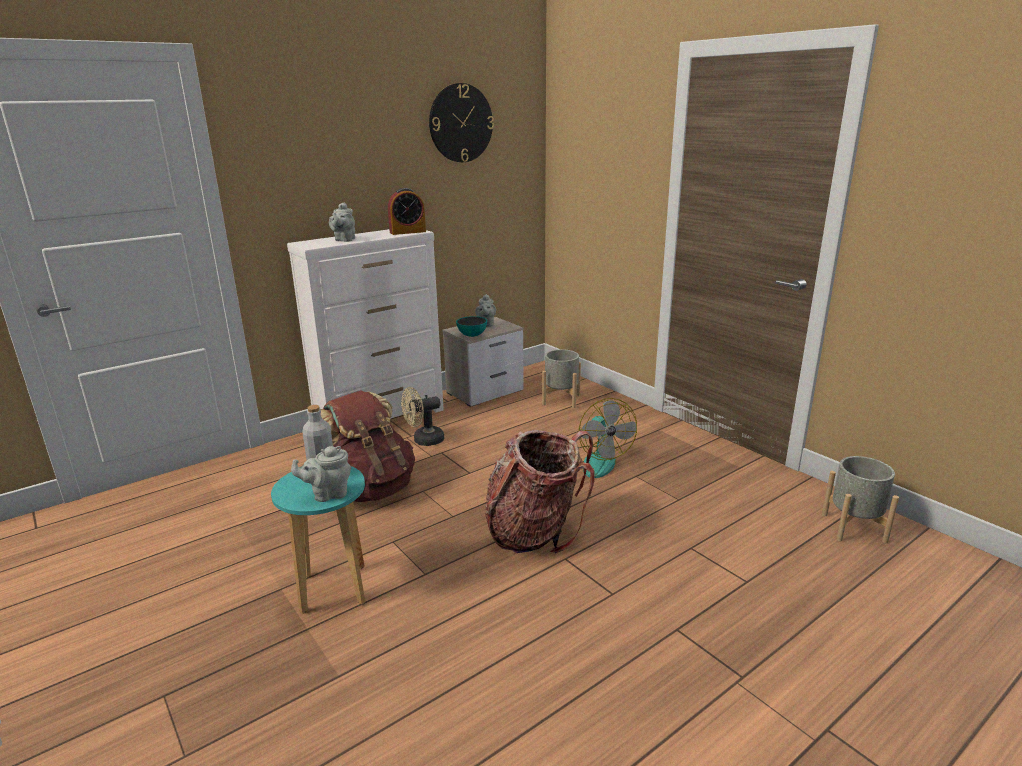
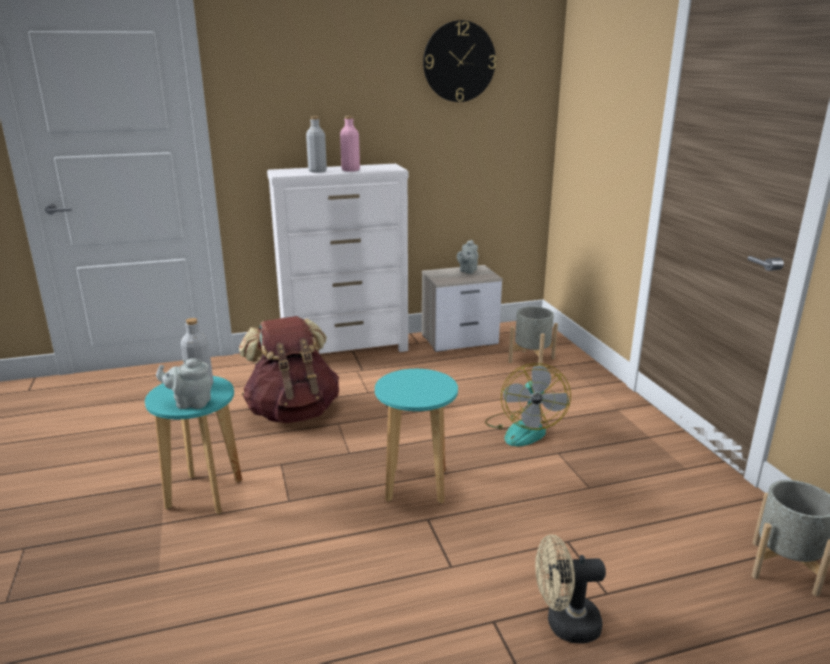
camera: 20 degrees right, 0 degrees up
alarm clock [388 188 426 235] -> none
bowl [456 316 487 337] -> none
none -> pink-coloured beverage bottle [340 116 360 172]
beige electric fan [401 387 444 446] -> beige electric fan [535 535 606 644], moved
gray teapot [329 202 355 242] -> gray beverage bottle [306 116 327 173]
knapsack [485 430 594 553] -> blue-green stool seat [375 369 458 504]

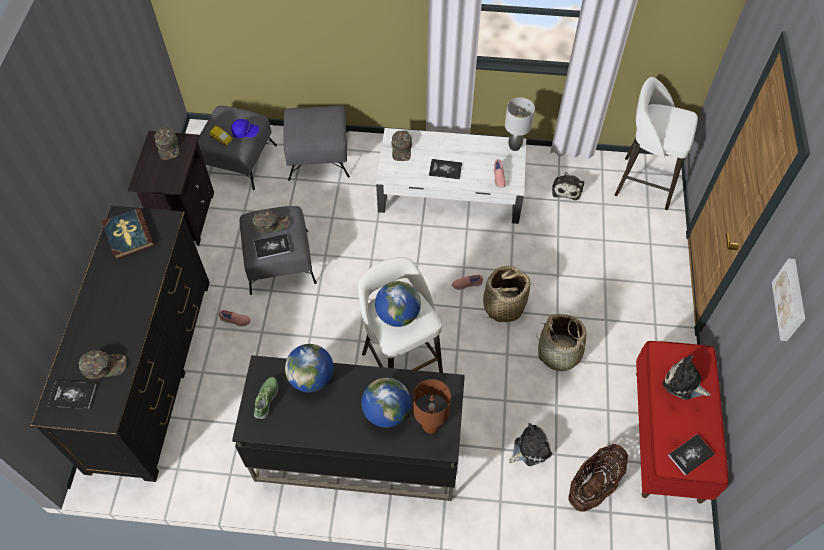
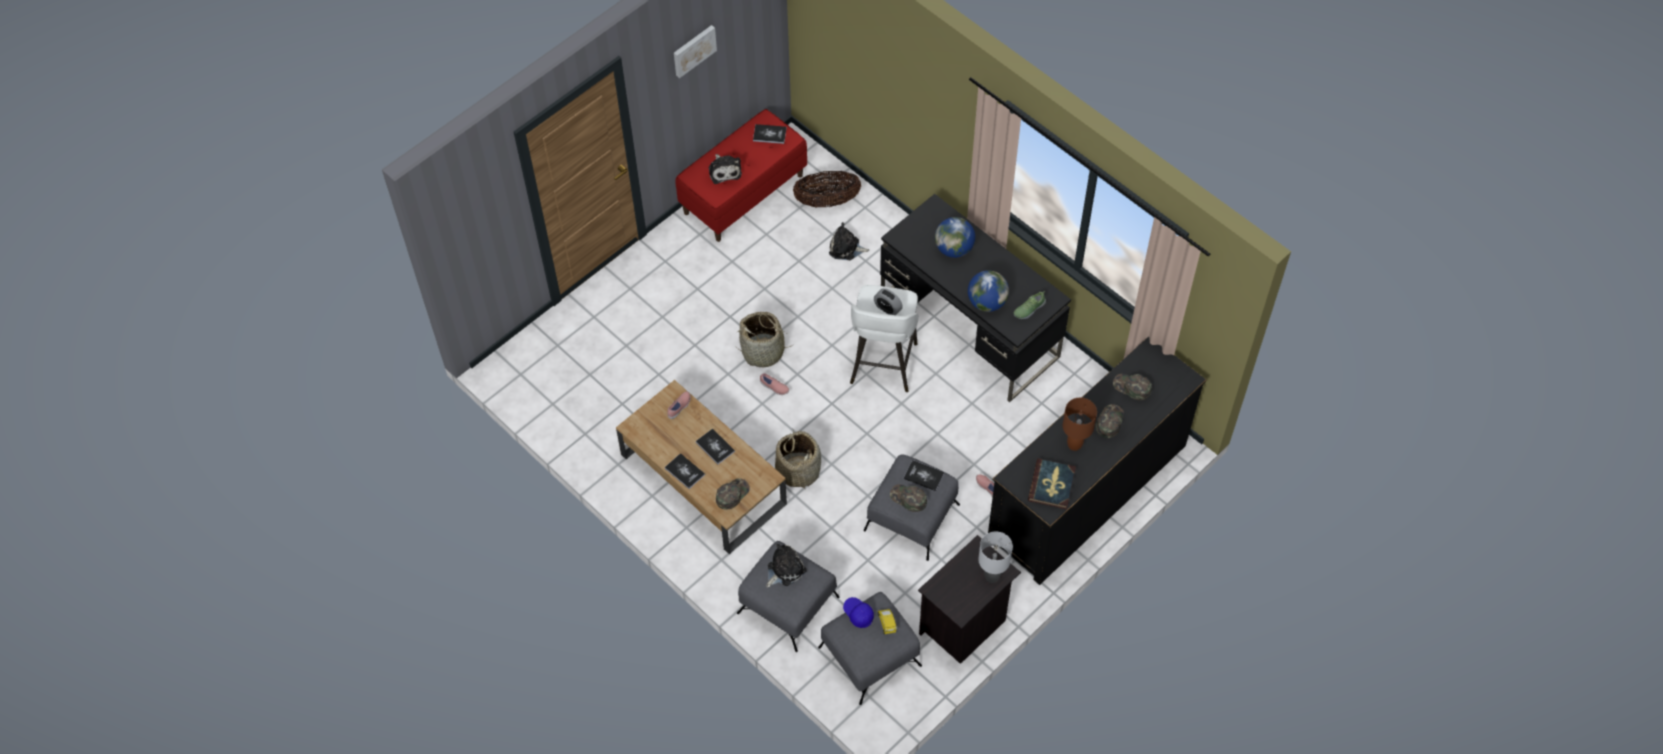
camera: 140 degrees left, 0 degrees up
white stool seat [614 77 698 210] -> none
bound book [48 381 96 409] -> bound book [665 453 705 489], moved
green-coloured peaked cap [154 127 179 160] -> green-coloured peaked cap [1096 404 1124 438], moved
brownish tabletop lamp [413 379 451 434] -> brownish tabletop lamp [1063 398 1097 451], moved
gray tabletop lamp [505 97 535 151] -> gray tabletop lamp [978 531 1013 583], moved
basket [536 314 591 371] -> basket [775 431 821 490], moved
soft toy [552 172 584 200] -> soft toy [766 544 807 588], moved
desk globe [375 281 421 327] -> alarm clock [874 288 903 315]
white coffee table [376 128 526 224] -> brownish coffee table [616 380 787 554]

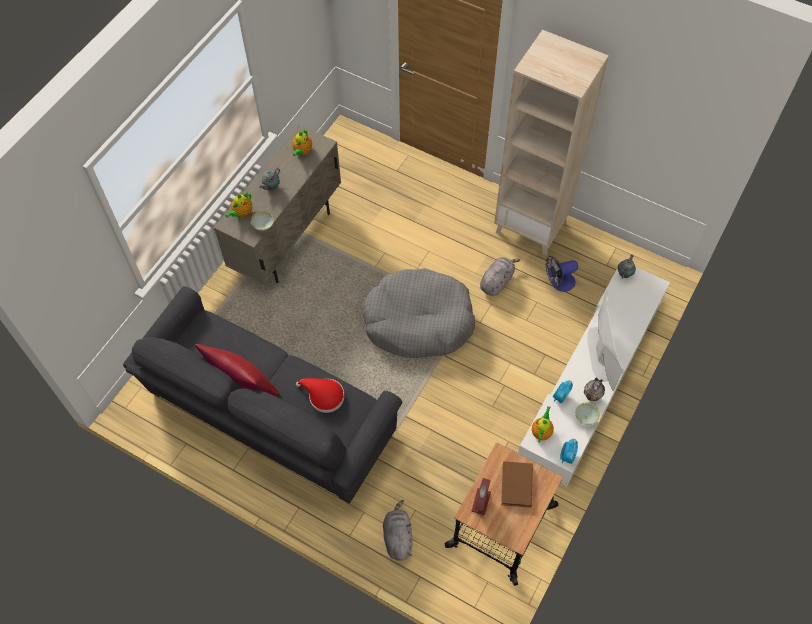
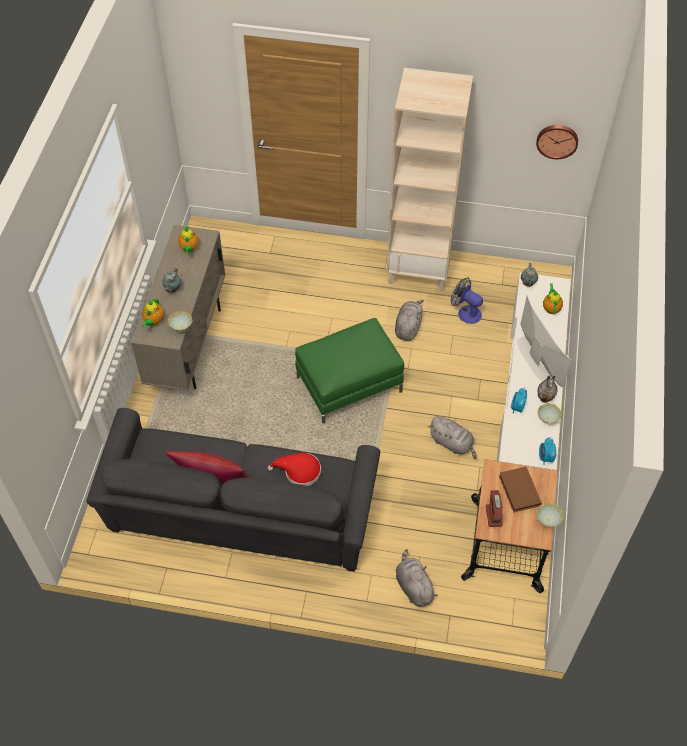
camera: 20 degrees left, 5 degrees down
none -> gray soft toy [428 416 476 459]
none -> clock on the wall [536 125 578 159]
none -> bowl [536 503 564 527]
teapot [532 406 554 442] -> teapot [543 283 563 314], moved
gray dog cushion [362 268 475 358] -> green-coloured ottoman [295 318 404 424]
electric fan [546 256 578 292] -> electric fan [451 278 483 324], 75 degrees clockwise

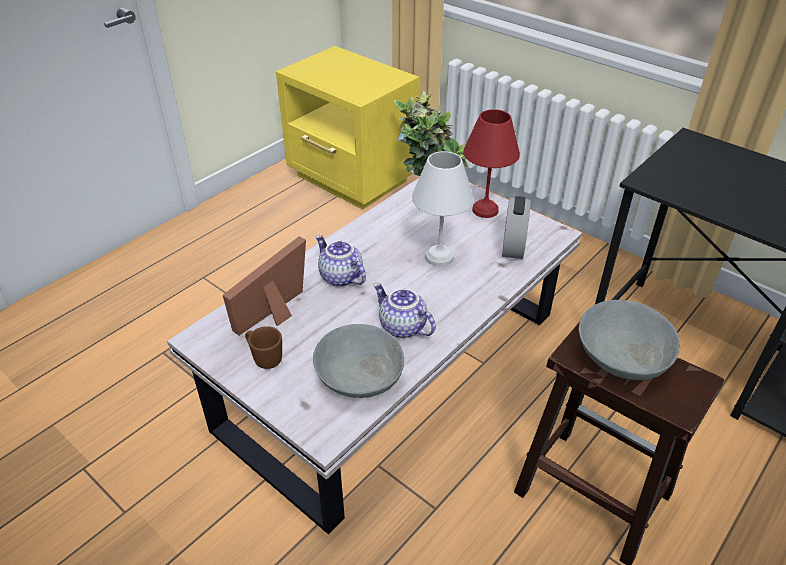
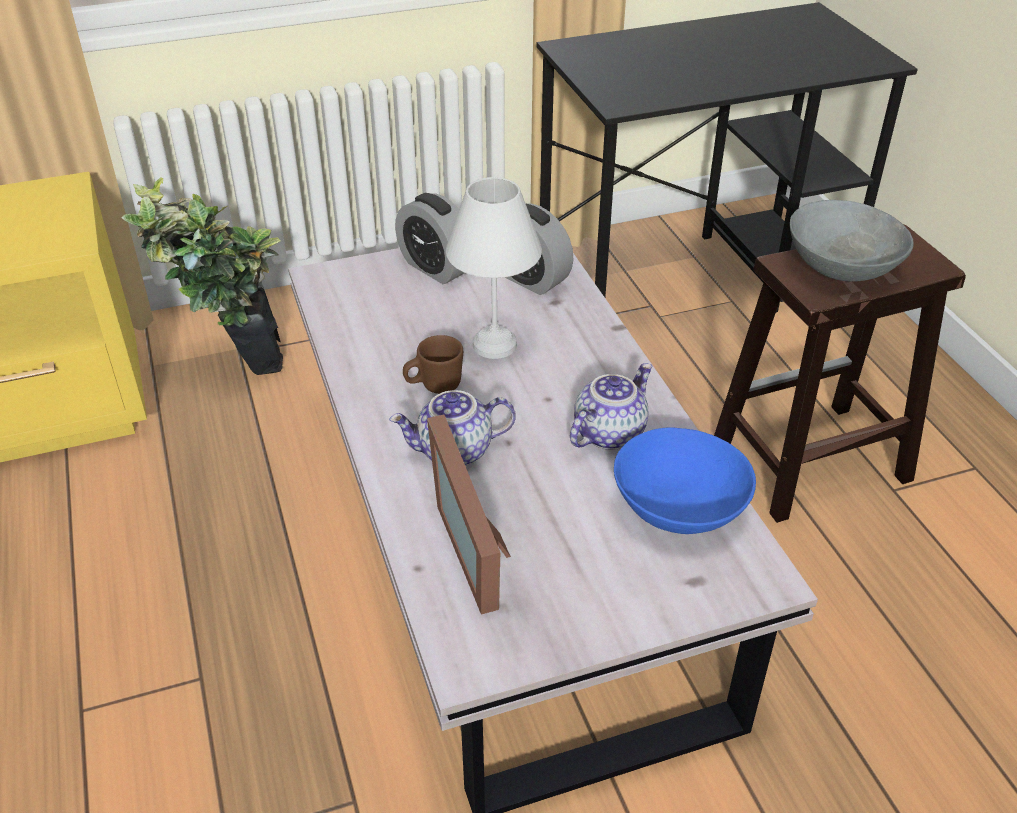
camera: 60 degrees left, 0 degrees up
brownish coffee mug [245 326 282 369] -> brownish coffee mug [403 335 463 394], moved
red tabletop lamp [463 109 520 218] -> alarm clock [395 193 464 284]
gray bowl [313 324 404 398] -> blue-coloured bowl [614 427 756 534]
teapot [373 283 436 338] -> teapot [570 363 653 450], 150 degrees clockwise

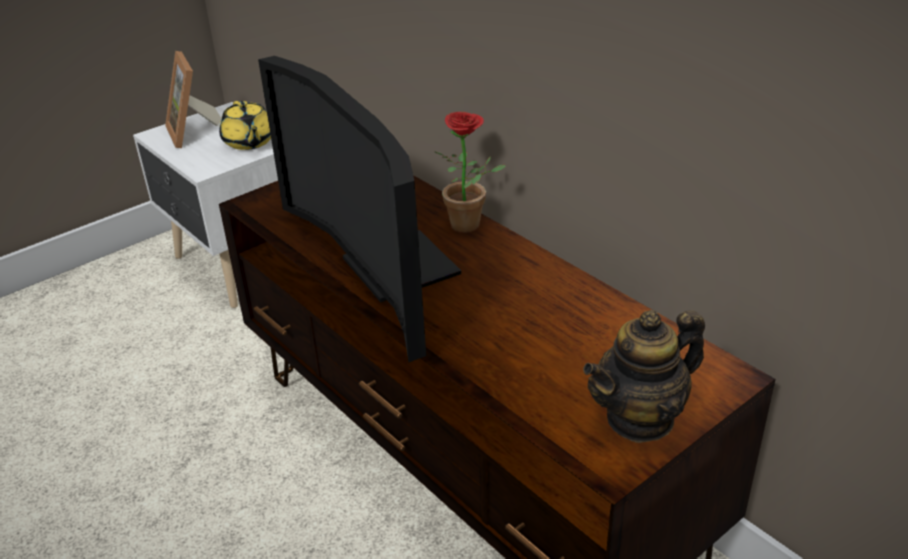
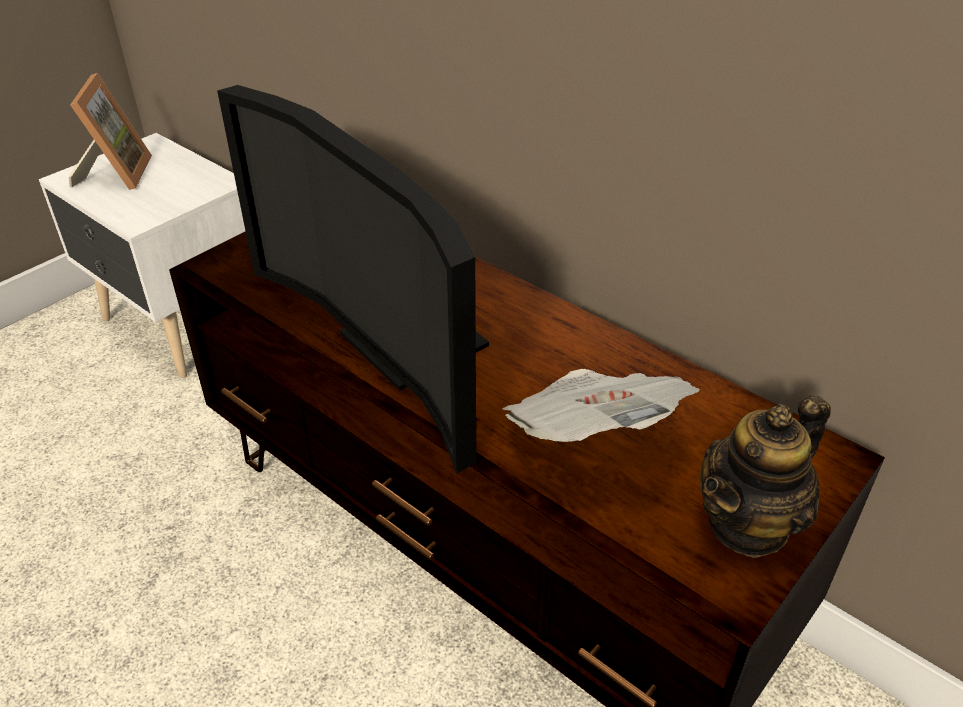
camera: 10 degrees left, 5 degrees up
yellow teapot [219 101 271 150] -> none
plant in a pot [434 112 506 233] -> none
none -> newspaper [502 369 700 442]
photo frame [165 51 221 148] -> photo frame [69 73 152 190], 150 degrees counterclockwise

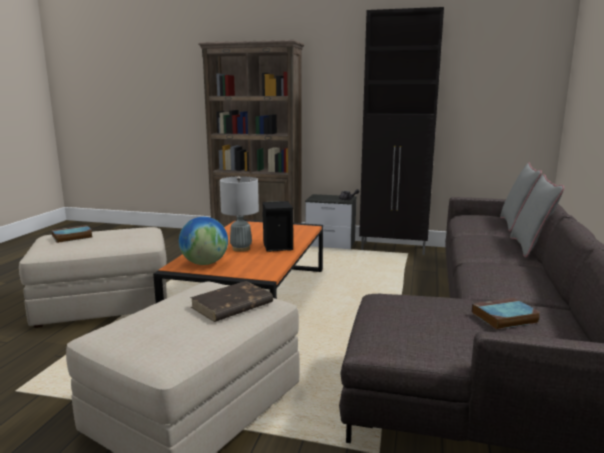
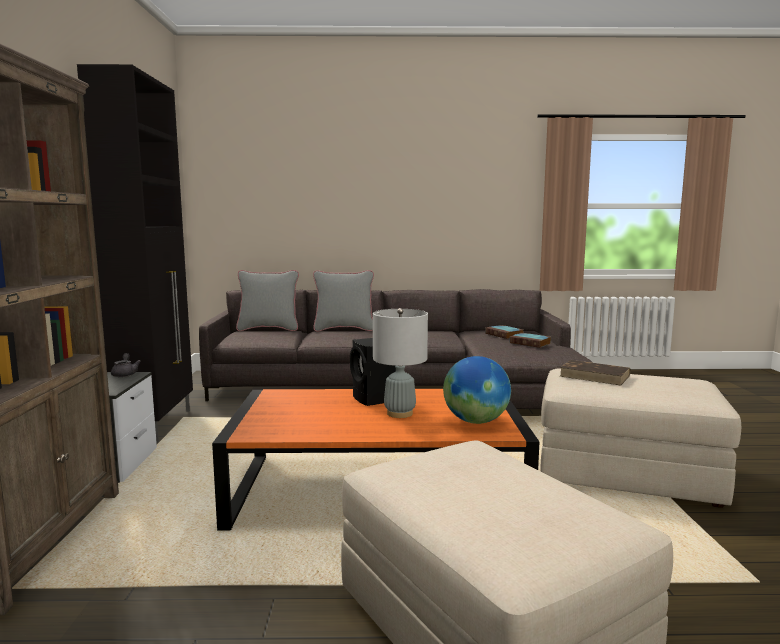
camera: 105 degrees left, 5 degrees down
bound book [52 225 93 243] -> bound book [510 333 551 348], moved

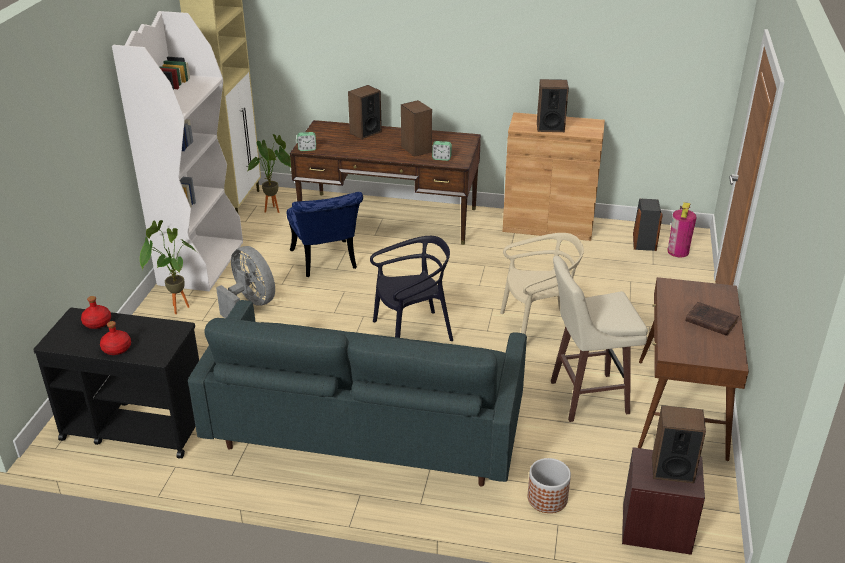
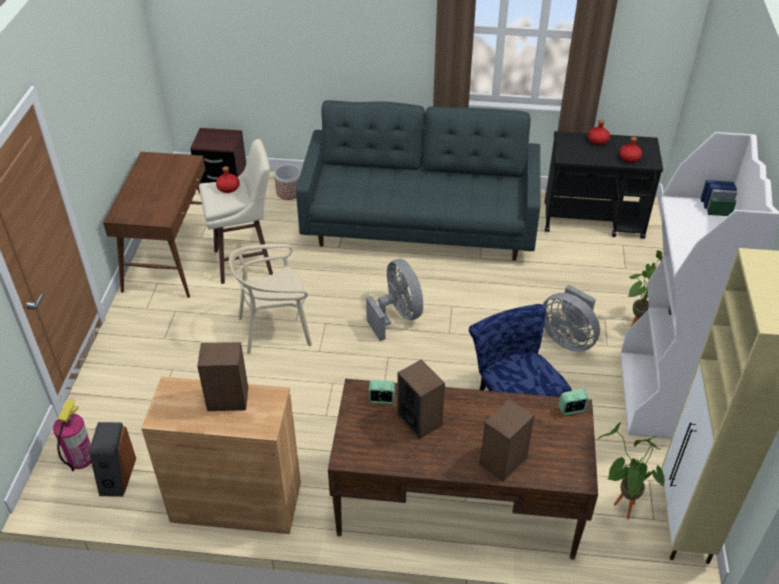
camera: 175 degrees right, 10 degrees up
loudspeaker [652 405 706 483] -> none
brownish bound book [685 302 739 336] -> none
none -> red beverage bottle [216 166 240 193]
blackish upright chair [370 236 453 341] -> gray electric fan [366 259 423 341]

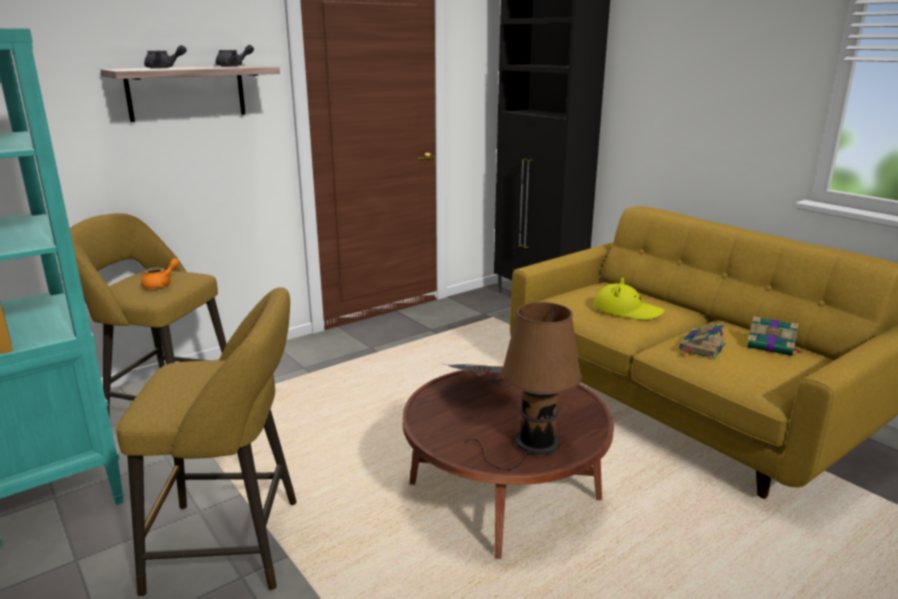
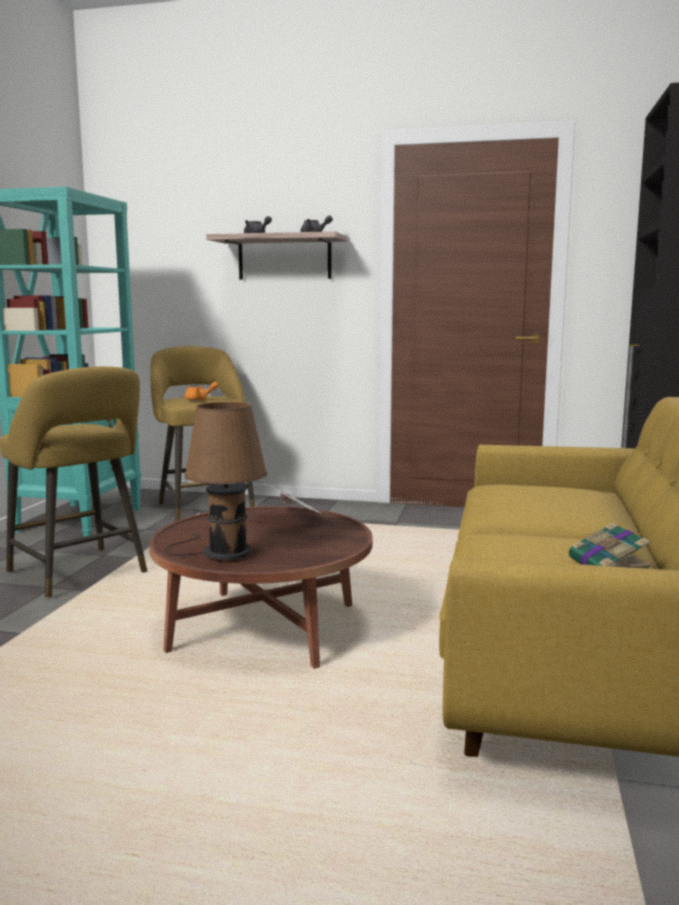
camera: 50 degrees right, 10 degrees down
yellow wearable hat [593 277 665 320] -> none
bound book [679 322 726 359] -> none

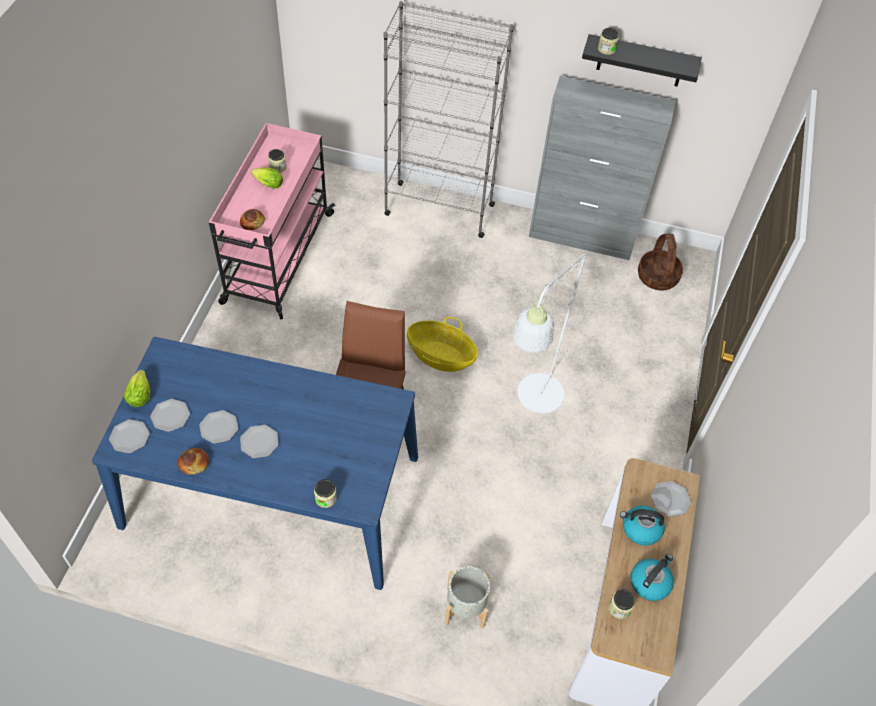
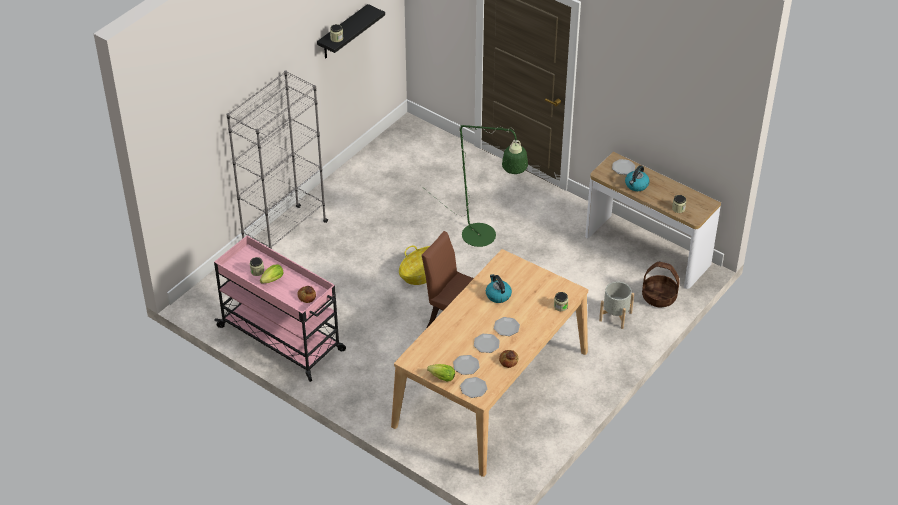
camera: 65 degrees left, 10 degrees down
gray cupboard [529 76 676 260] -> none
tea kettle [631 554 674 601] -> tea kettle [486 274 512 303], moved
basket [638 234 683 291] -> basket [642 262 680 307], moved
blue-coloured kitchen table [92 337 418 590] -> beige kitchen table [391 249 588 477]
white standing lamp [513 254 594 413] -> green-coloured standing lamp [420 125 528 247]

